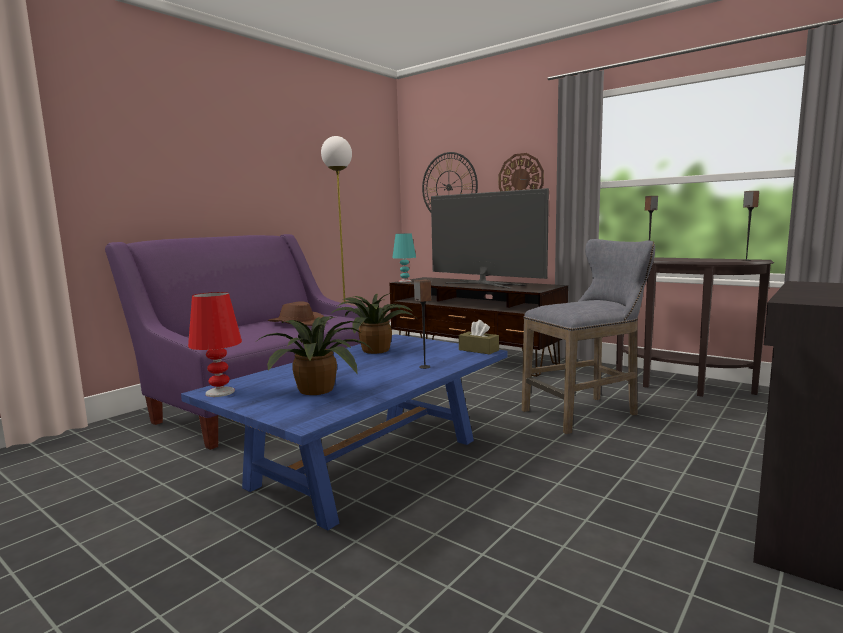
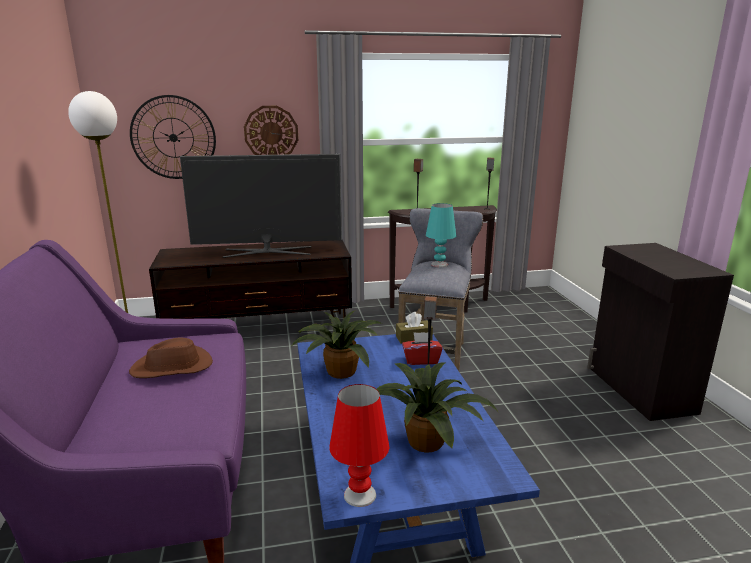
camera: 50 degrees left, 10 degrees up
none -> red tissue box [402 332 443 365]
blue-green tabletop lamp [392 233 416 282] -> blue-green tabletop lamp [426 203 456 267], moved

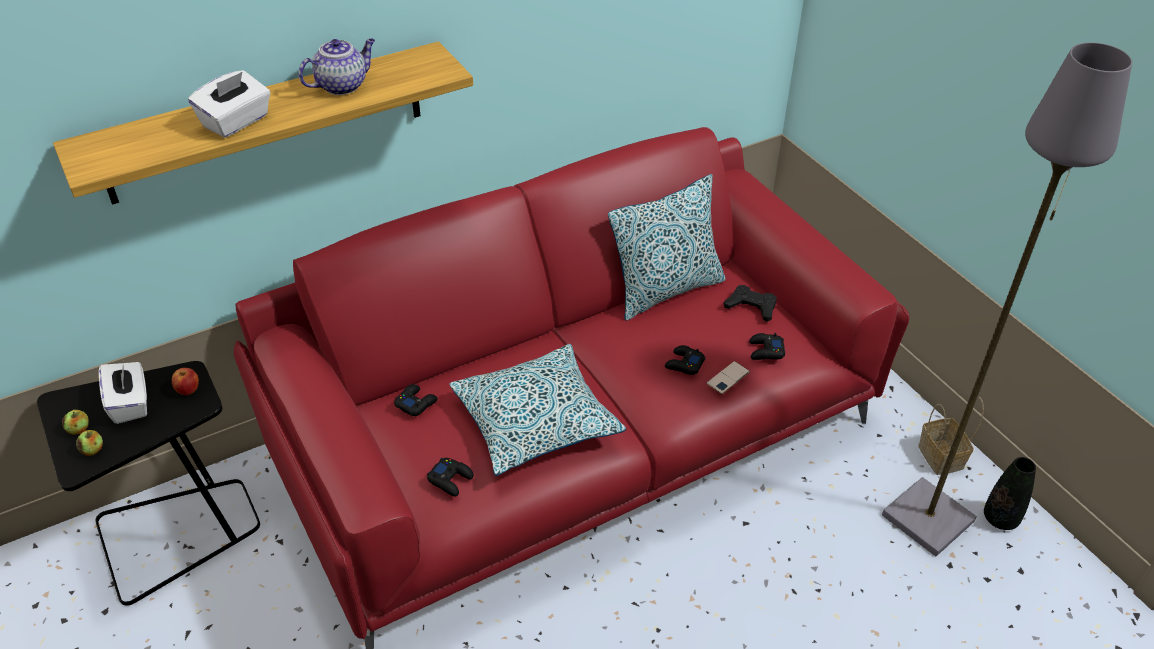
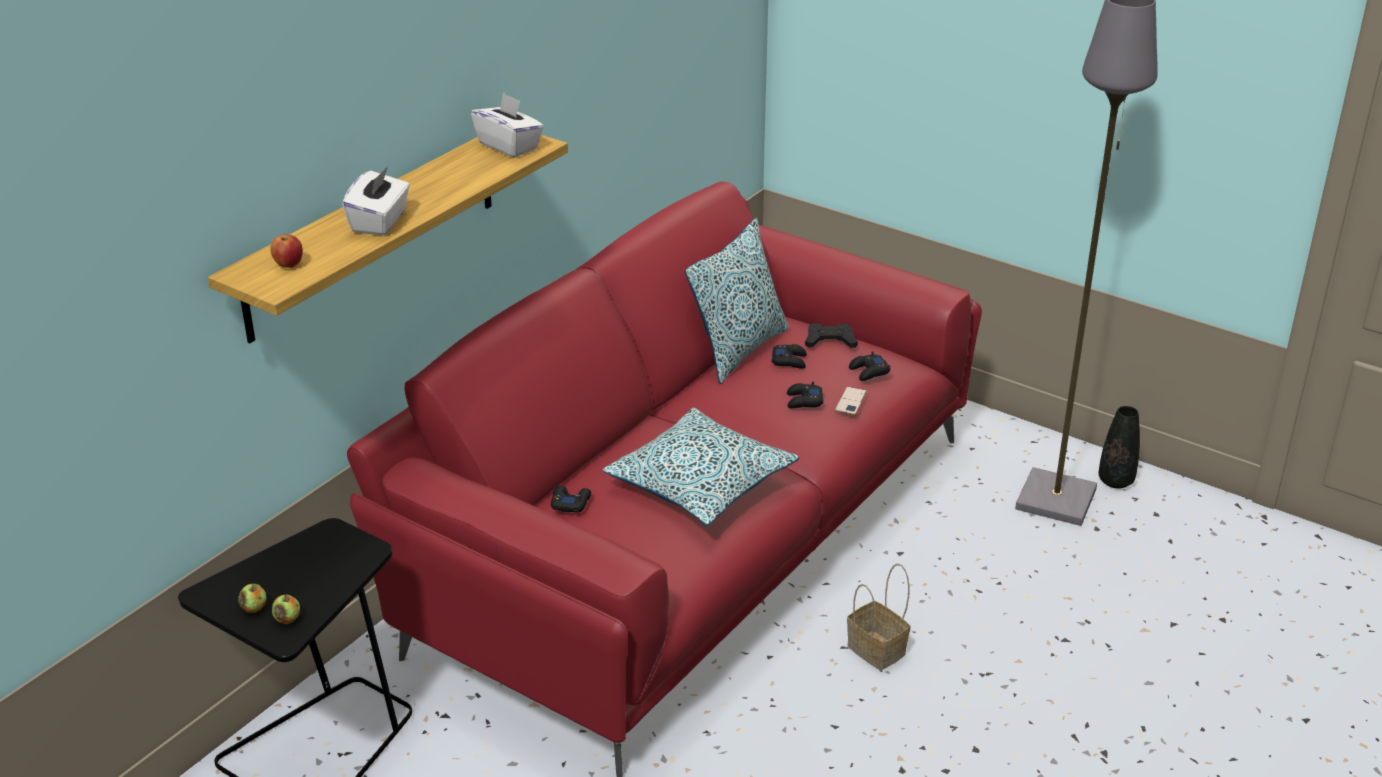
camera: 25 degrees left, 10 degrees down
teapot [298 38 375 95] -> none
white tissue box [99 361 147 424] -> white tissue box [471 93 544 158], moved
apple [172 368 199 395] -> apple [270 234 303 268], moved
blackish gamepad [427 458 474 496] -> blackish gamepad [772 344 807 369], moved
basket [918 396 984 475] -> basket [847 563 910 670], moved

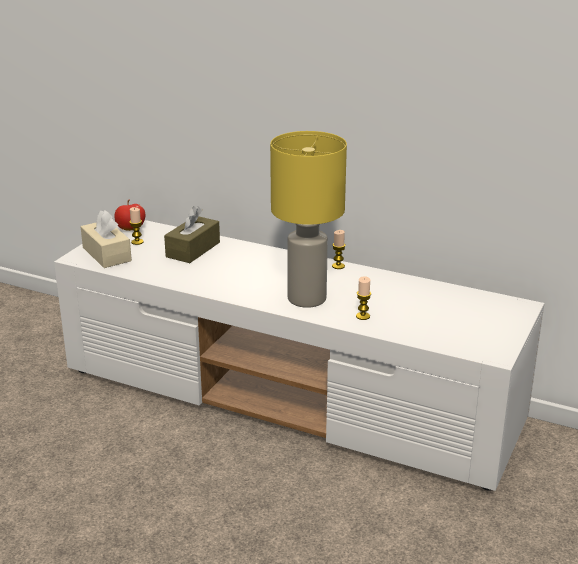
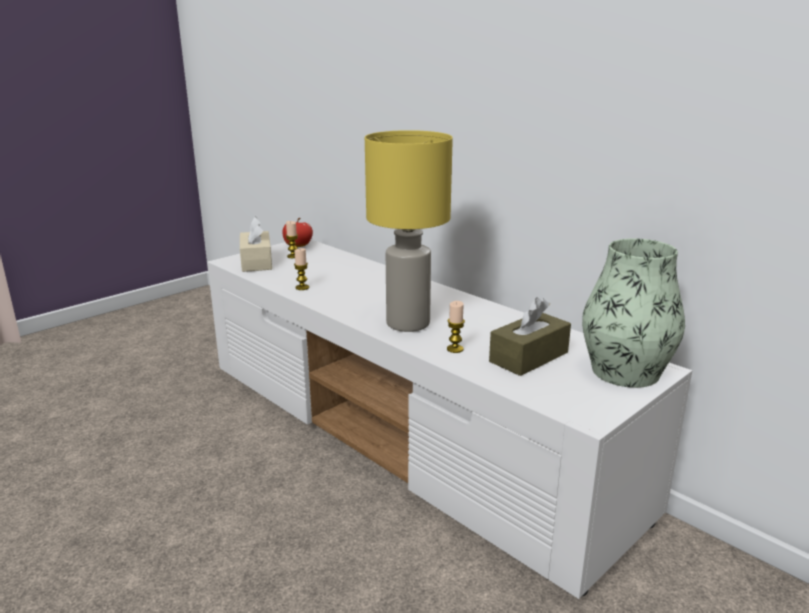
camera: 20 degrees right, 5 degrees down
none -> decorative vase [582 238 685 388]
brownish tissue box [164 206 220 263] -> brownish tissue box [489 297 571 376], moved
wax light [332 230 346 269] -> wax light [294 248 309 290], moved

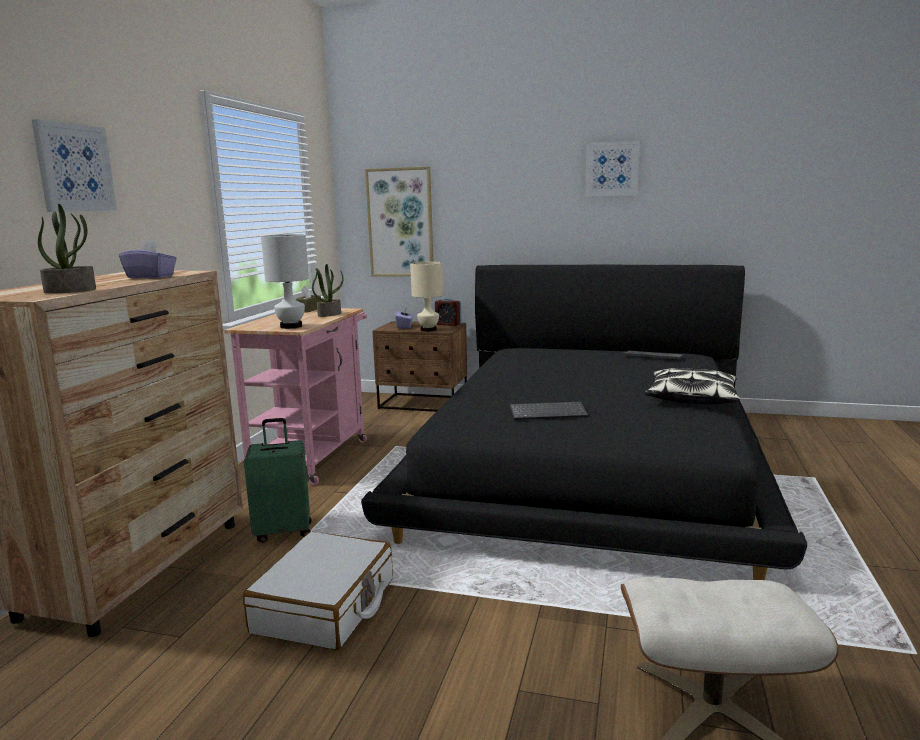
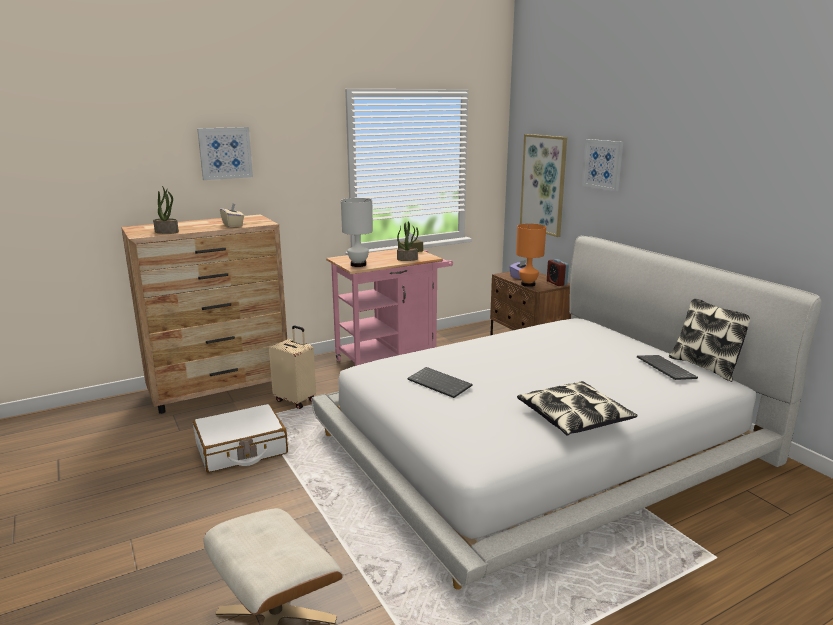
camera: 45 degrees right, 5 degrees up
none -> cushion [669 299 750 382]
wall art [585 141 640 196] -> wall art [582 139 623 191], moved
purple tissue box [119 240 177 278] -> beige tissue box [220 203 244 227]
green-coloured piece of luggage [244 418 312 543] -> beige piece of luggage [269 325 316 409]
blackish bedroom bed [361 265 807 580] -> white bedroom bed [311 236 822 590]
beige tabletop lamp [410 262 443 332] -> orange-coloured tabletop lamp [516 224 546 287]

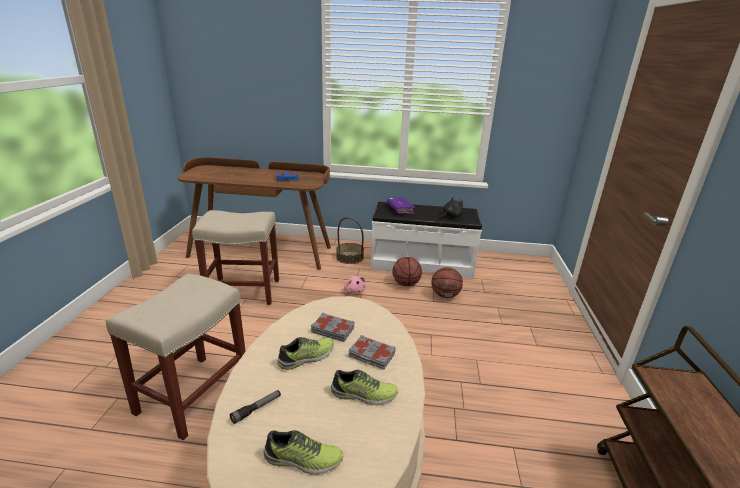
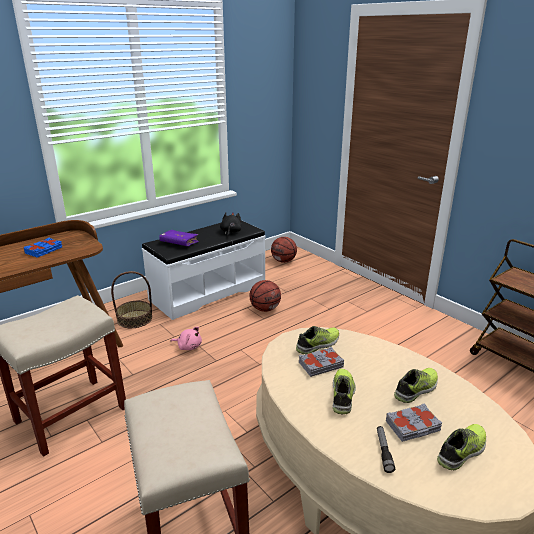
camera: 45 degrees left, 0 degrees up
none -> item of footwear [296 326 339 354]
gray bound book [349 335 396 370] -> gray bound book [386 403 442 442], moved
basketball ball [392 257 422 286] -> basketball ball [271 237 297 263], moved

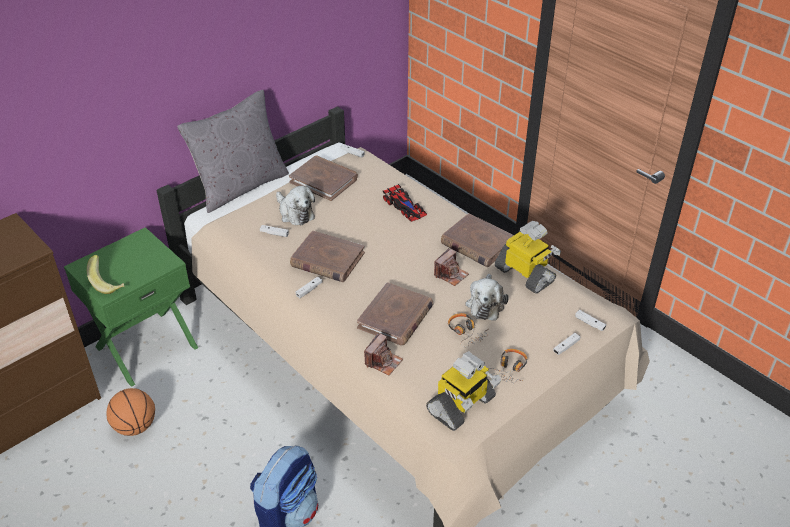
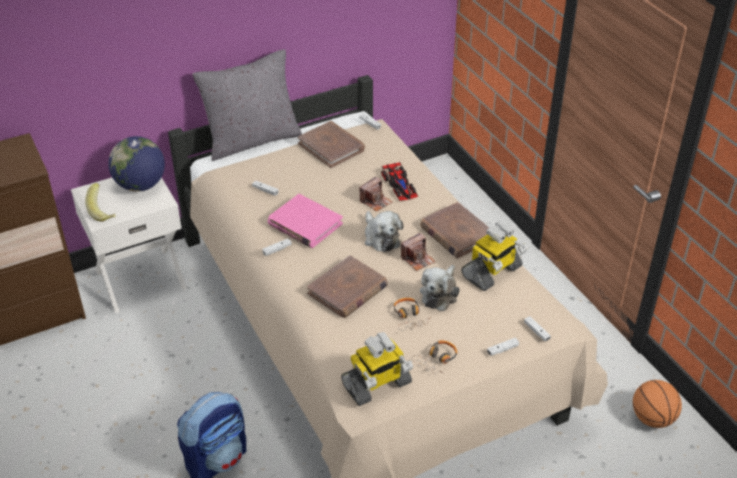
camera: 15 degrees right, 0 degrees up
none -> desk globe [108 136 165 192]
basketball ball [107 388 155 436] -> basketball ball [633 380 682 428], moved
soft toy [276 186 315 225] -> soft toy [365 211 403 252], moved
photo camera [364 333 403 376] -> photo camera [359 177 392 212], moved
green-coloured nightstand [64 227 198 387] -> white nightstand [71 177 187 313]
brownish bound book [290 231 365 282] -> pink-coloured bound book [268 194 343 248]
model robot [495 221 561 294] -> model robot [461 221 528 291], 75 degrees clockwise

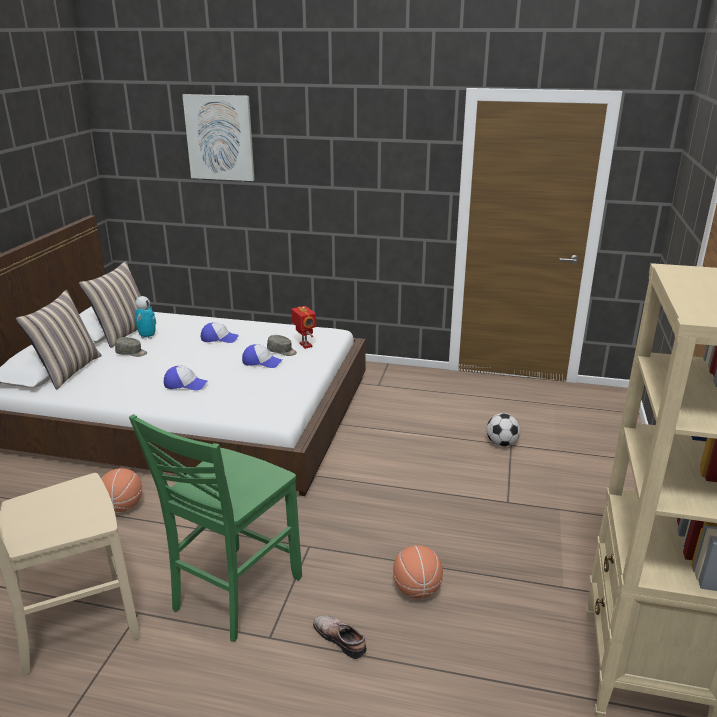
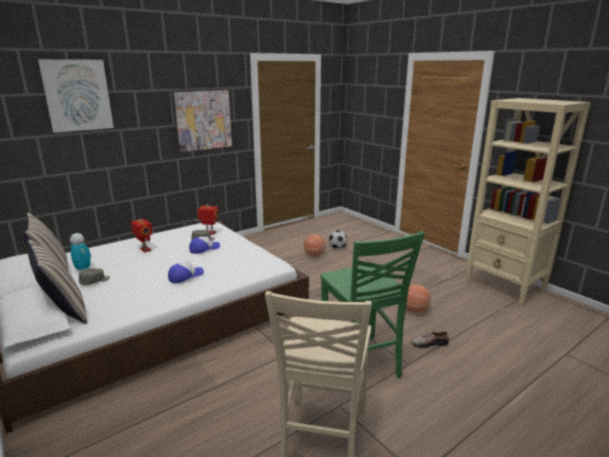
camera: 50 degrees left, 5 degrees down
none -> wall art [174 90 232 152]
basketball ball [101 468 142 512] -> basketball ball [304 234 326 256], moved
peaked cap [201 322 239 343] -> model robot [131 219 153 252]

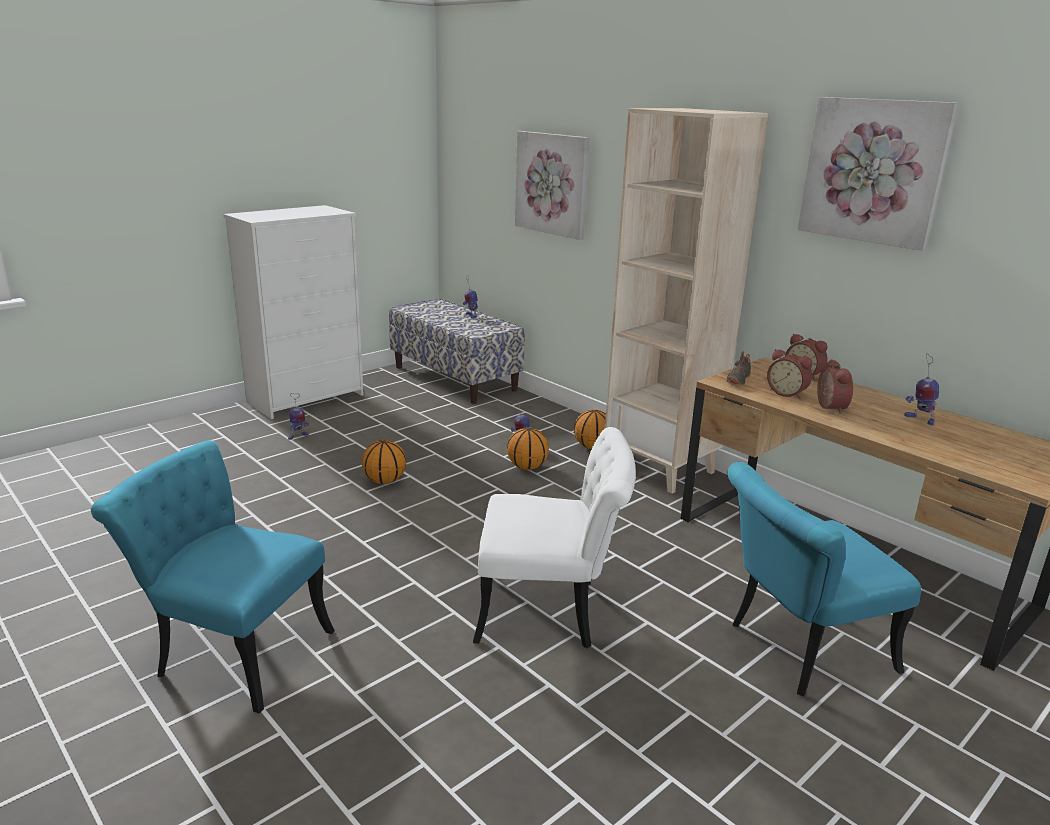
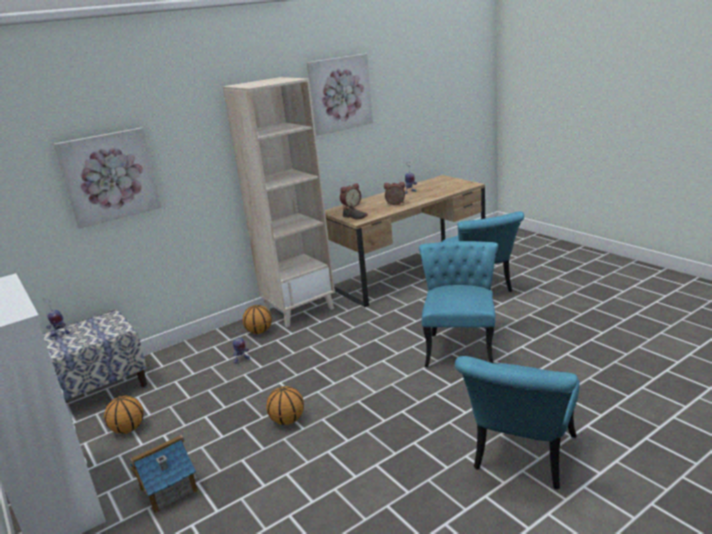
camera: 80 degrees left, 0 degrees up
alarm clock [767 349 813 399] -> none
basketball ball [507 427 549 470] -> basketball ball [104 396 144 434], moved
model robot [288 393 309 440] -> toy house [130 435 198 514]
white upright chair [473 427 636 648] -> blue-green upright chair [419 241 498 368]

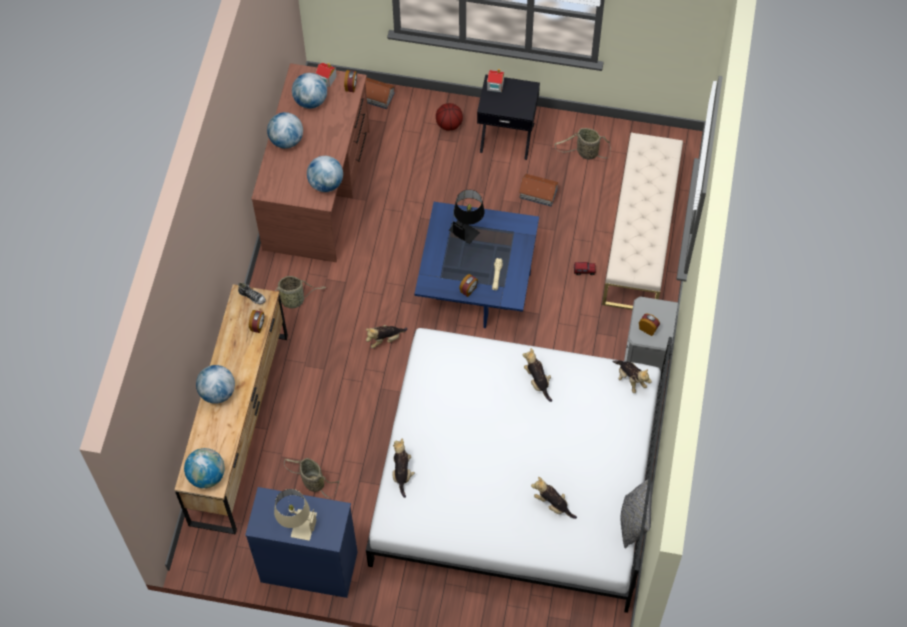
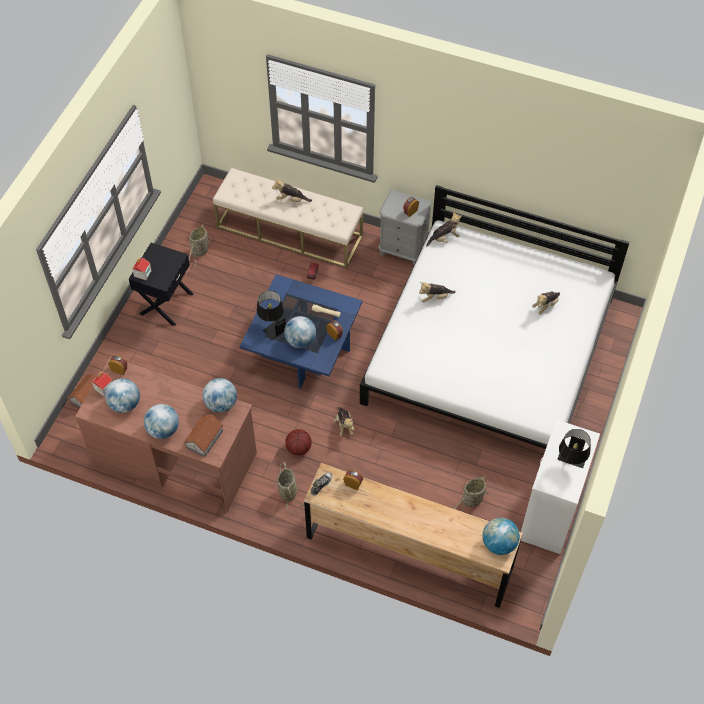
camera: 80 degrees left, 5 degrees down
gray cushion [620 478 652 549] -> none
desk globe [196 365 235 404] -> desk globe [284 316 316 348], moved
soft toy [392 439 415 498] -> soft toy [272 178 312 202], moved
basketball ball [436 103 463 131] -> basketball ball [285 429 312 455], moved
toy house [518 174 559 207] -> toy house [184 414 223 457], moved
blue-coloured chest of drawers [245 487 358 598] -> white chest of drawers [521 419 600 554]
beige tabletop lamp [274 489 317 541] -> blackish tabletop lamp [558 429 591 468]

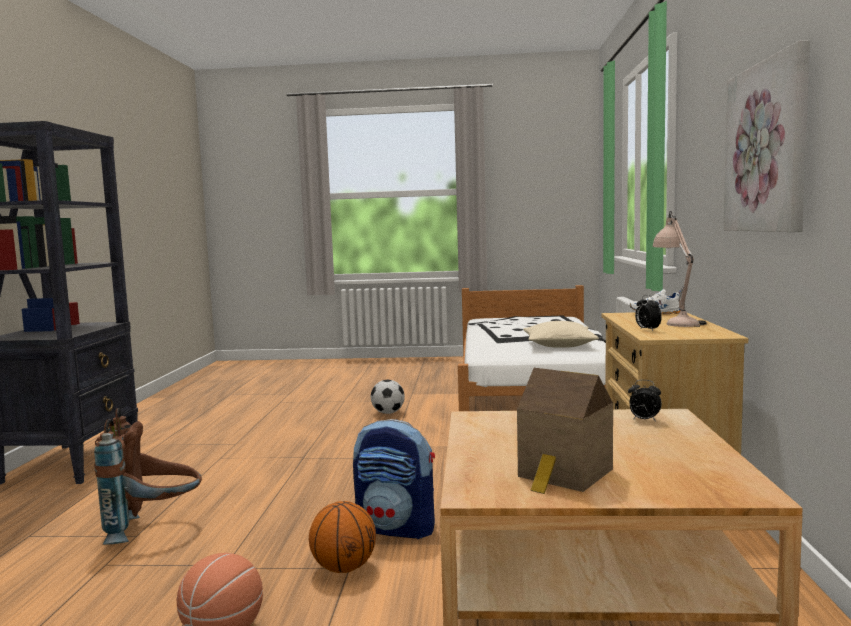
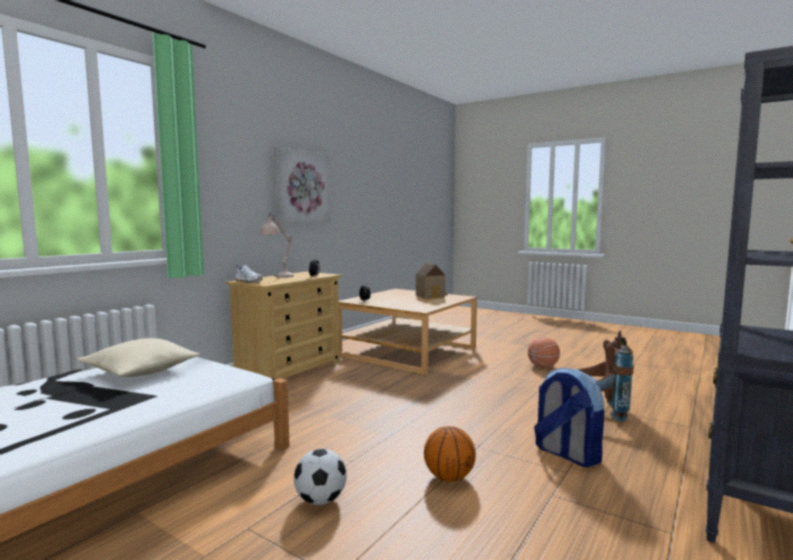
camera: 150 degrees left, 0 degrees up
basketball ball [309 501 376 573] -> basketball ball [424 426 476 482], moved
knapsack [353 419 435 539] -> knapsack [534 368 604 467], moved

